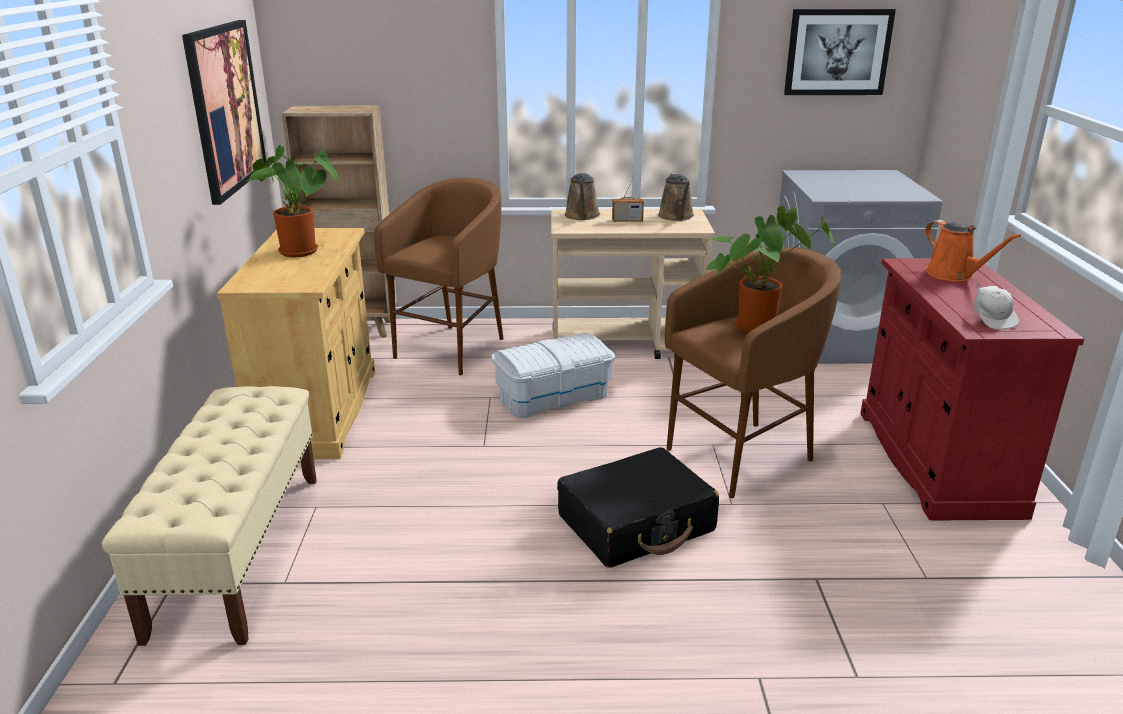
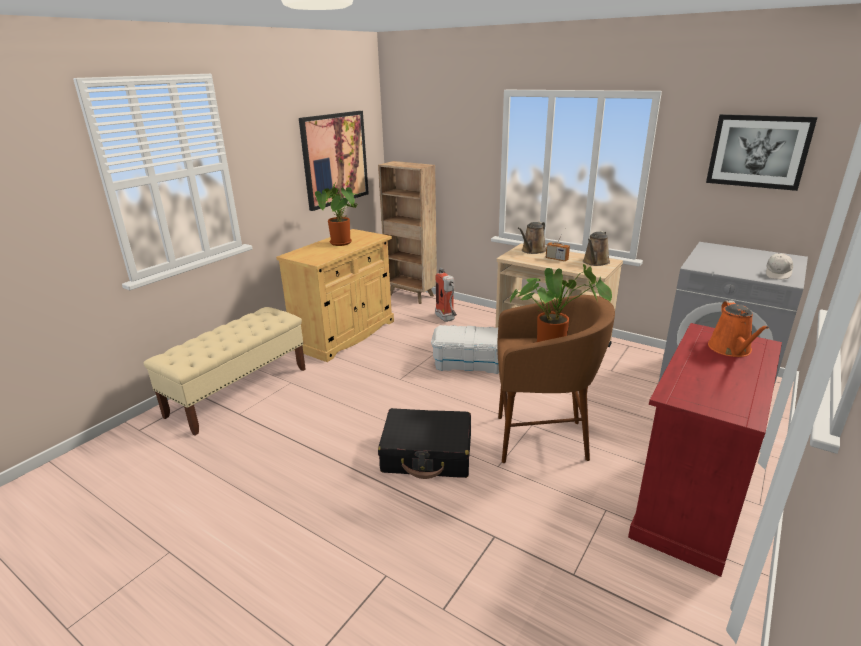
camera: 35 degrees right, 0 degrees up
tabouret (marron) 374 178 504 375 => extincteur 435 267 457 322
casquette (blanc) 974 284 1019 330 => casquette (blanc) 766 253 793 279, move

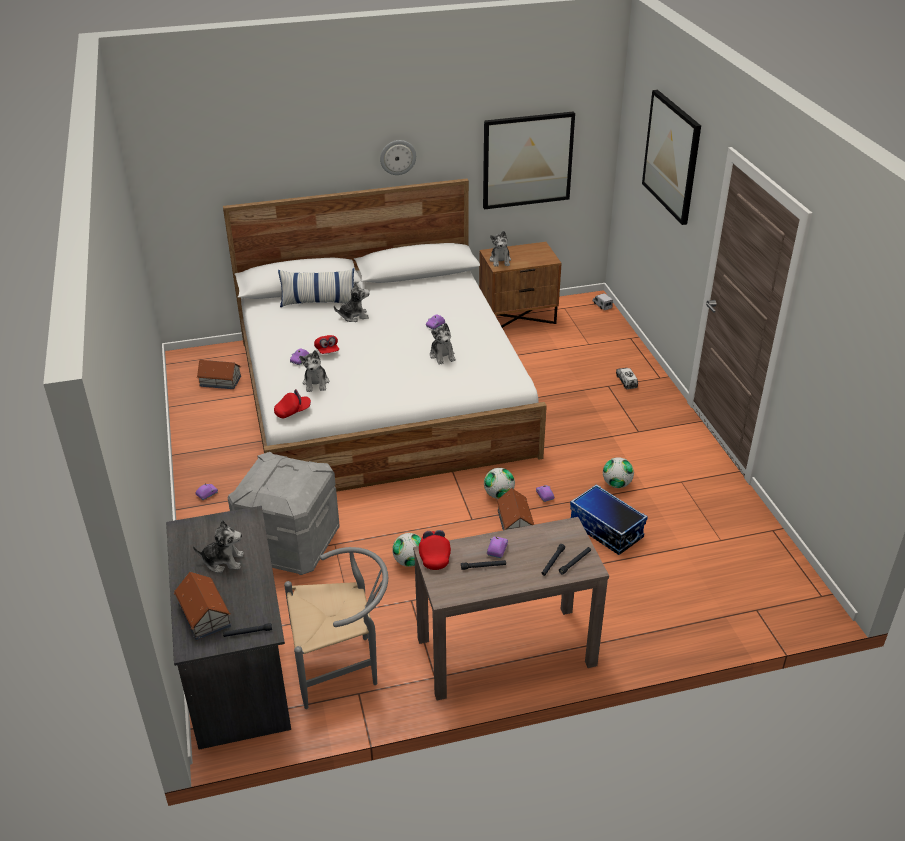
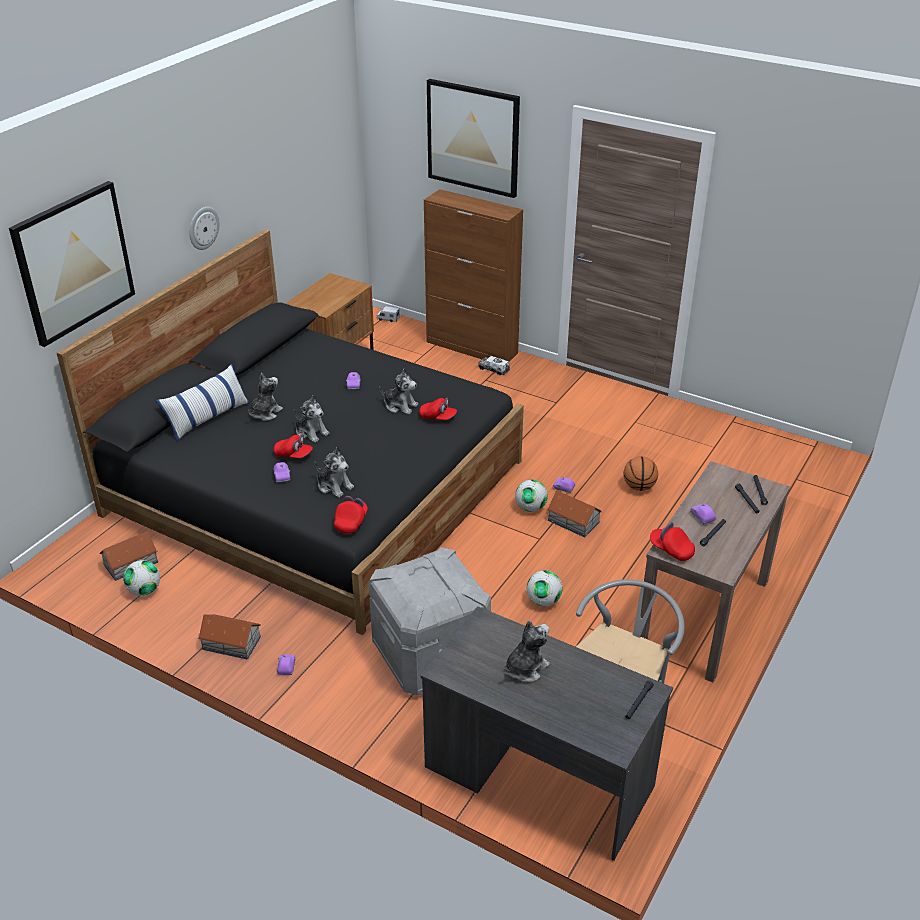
camera: 45 degrees left, 0 degrees up
tableau 483 111 575 210 => tableau 9 181 135 347, move
lit (blanc) 223 178 547 492 => lit (noir) 57 229 524 635
ballon de foot 603 457 634 488 => ballon de foot 123 560 160 596, move
maison miniature 174 572 231 641 => maison miniature 198 614 261 659, move
peluche 490 231 511 267 => peluche 294 395 330 443, move
nothing => casquette (rouge) 419 398 457 420
nothing => meuble de rangement (marron) 424 189 523 362
boîte de rangement 570 484 648 555 => ballon de basket 624 456 658 491

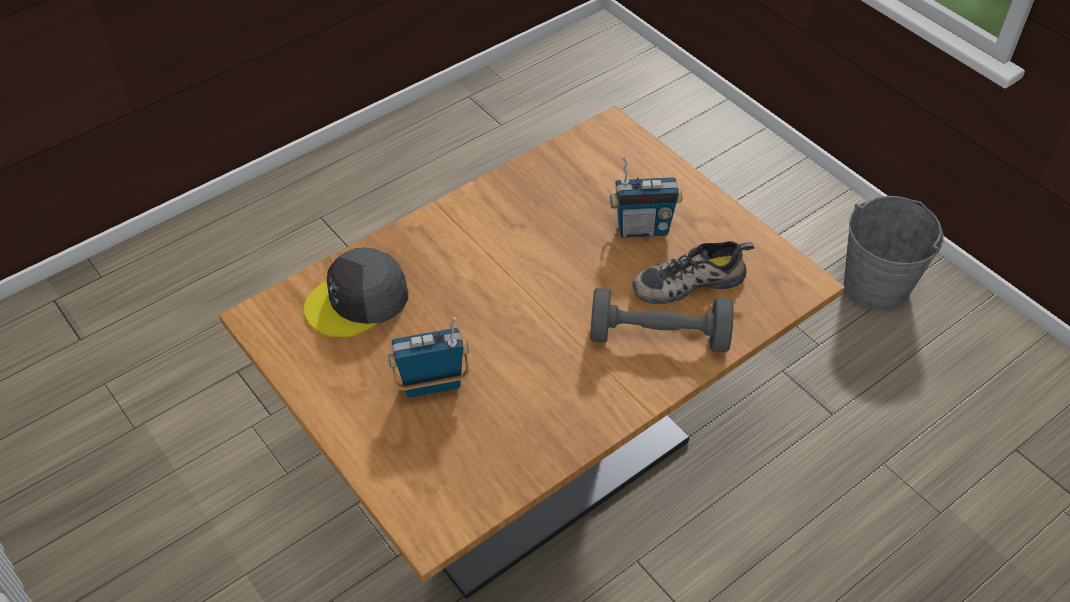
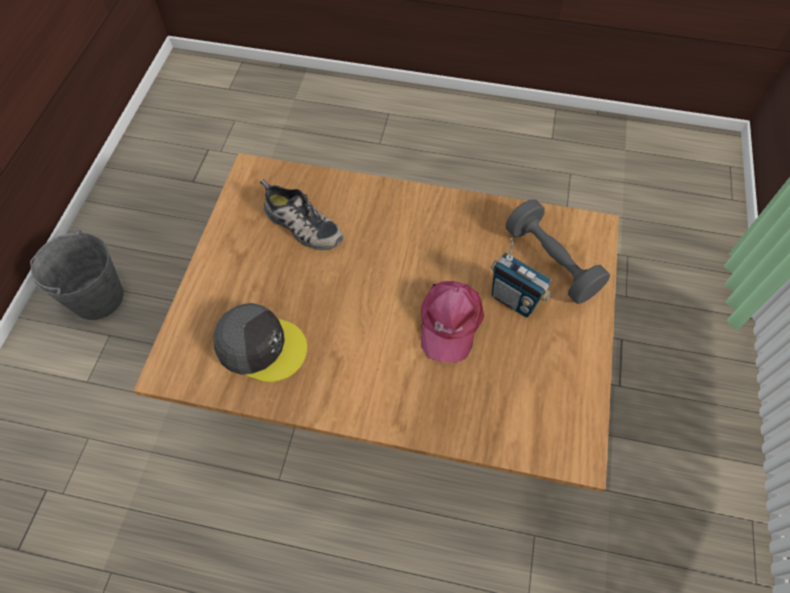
camera: 130 degrees left, 10 degrees up
casquette (gris) 304 247 408 337 => casquette (gris) 213 303 307 382, move
nothing => casquette (rose) 421 281 484 363
haltère (gris) 590 288 734 353 => haltère (gris) 506 199 610 304, move
radio 610 156 682 238 => nothing

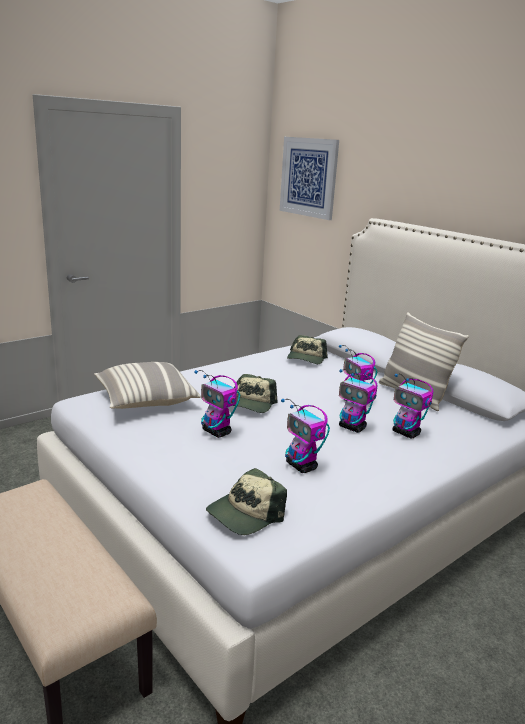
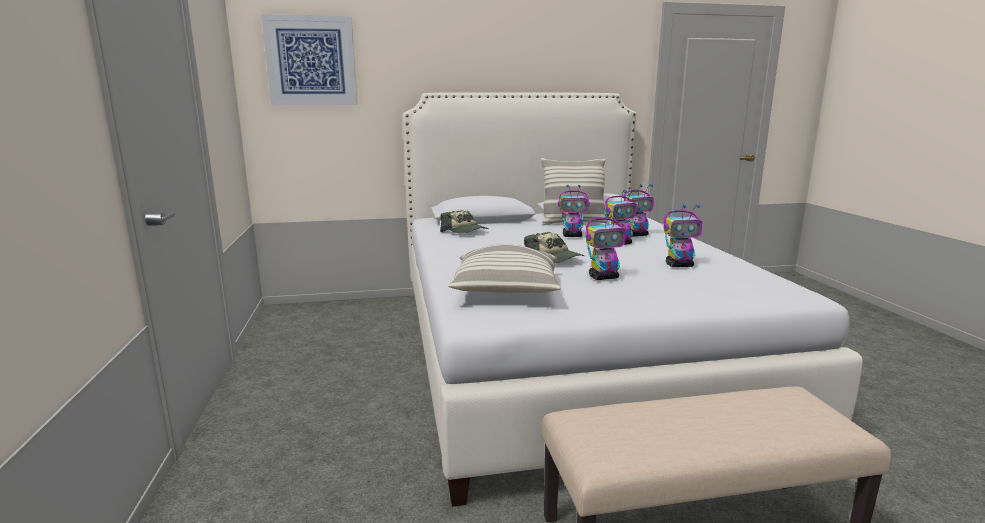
camera: 60 degrees left, 5 degrees down
casquette 206 468 287 535 => nothing

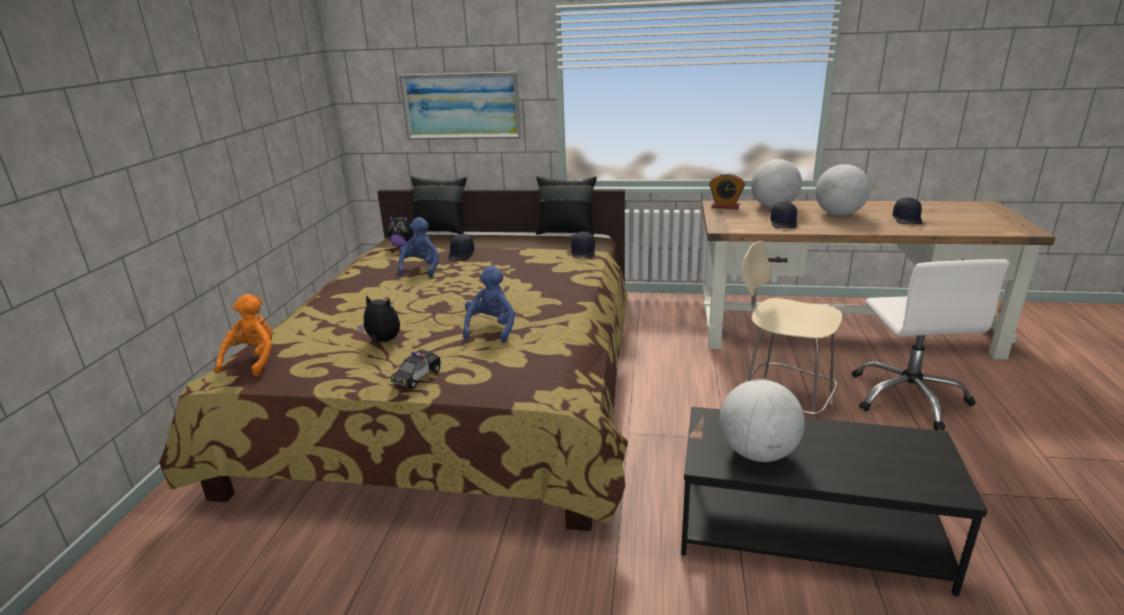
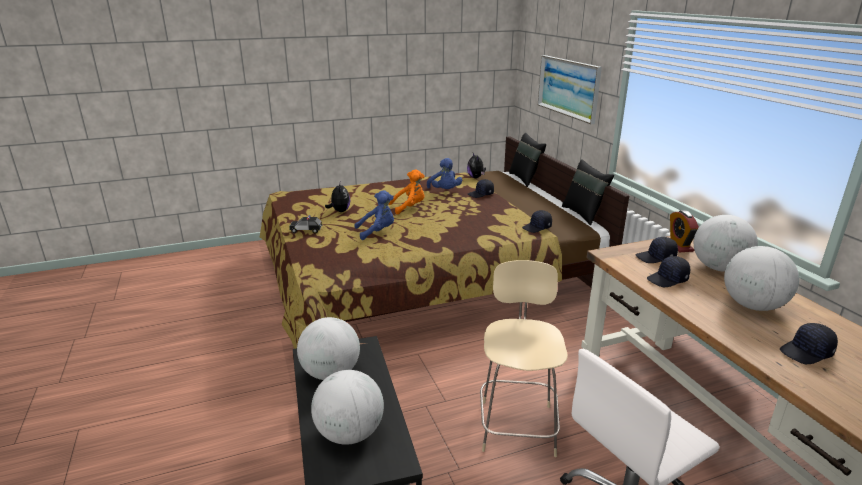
camera: 60 degrees right, 0 degrees up
nothing => globe 311 370 384 445
peluche (orange) 215 294 273 377 => peluche (orange) 389 169 425 214, move
peluche (bleu) 398 217 439 277 => peluche (bleu) 427 158 462 189, 90 degrees clockwise
nothing => casquette (noir) 636 237 678 263

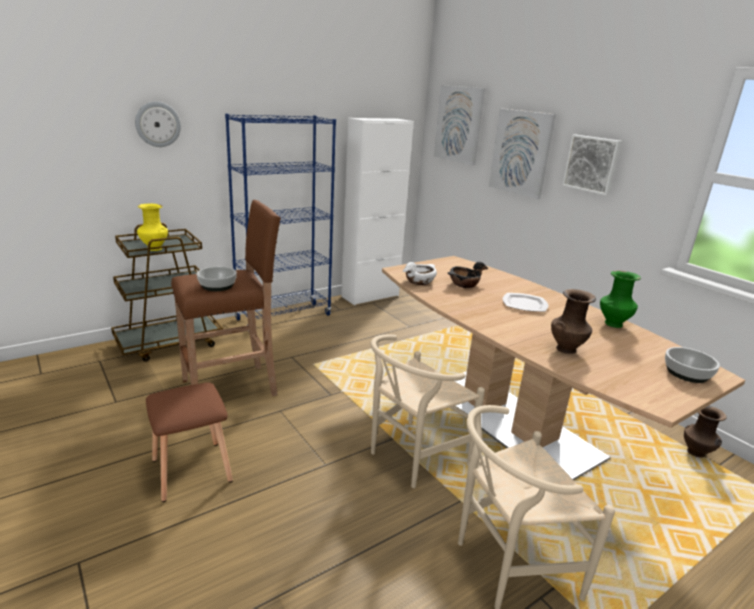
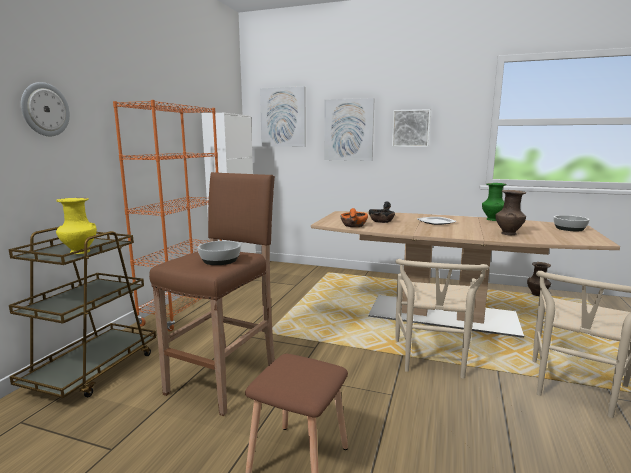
camera: 35 degrees left, 10 degrees down
bibliothèque (bleu) 225 114 336 326 => bibliothèque (orange) 113 100 222 331
bol (blanc) 403 262 437 285 => bol (orange) 340 208 368 227

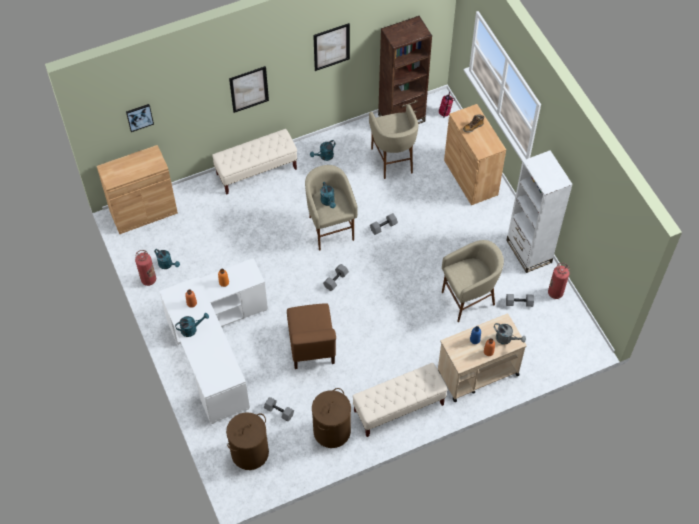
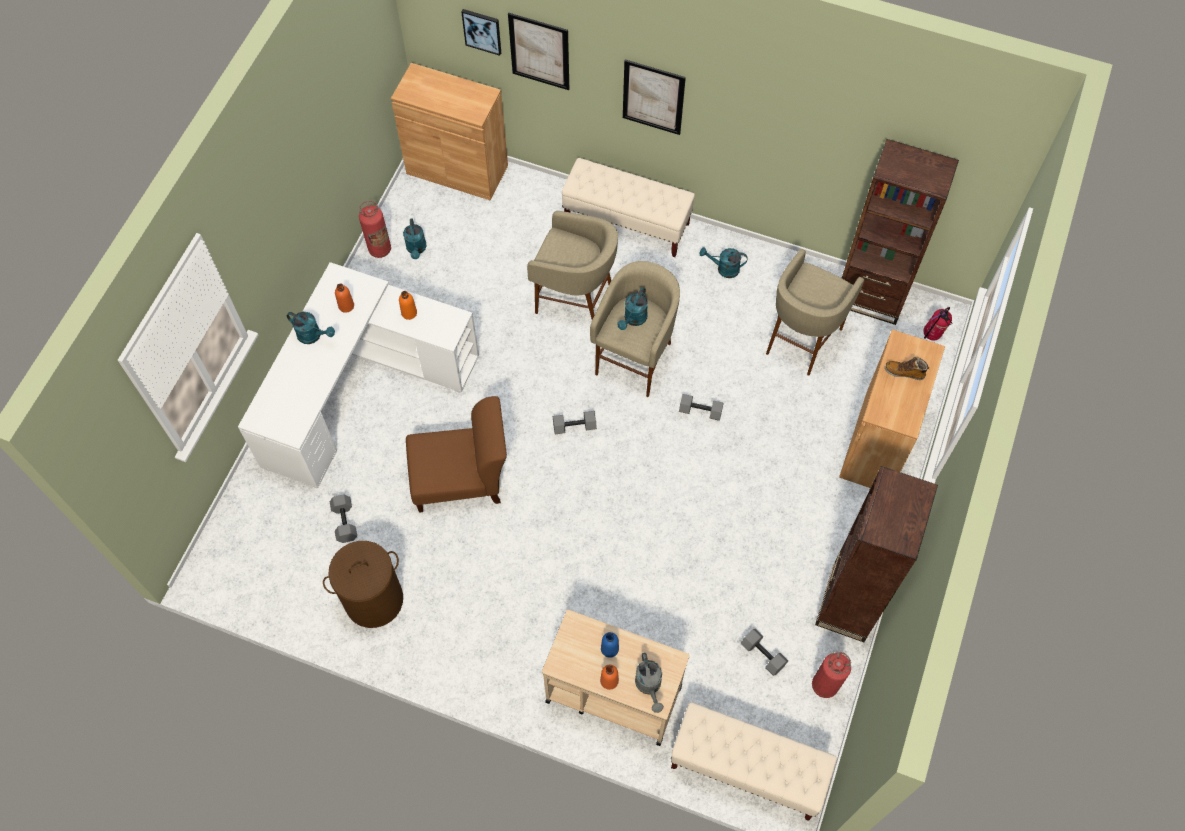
camera: 45 degrees right, 5 degrees up
chaise (marron) 287 303 336 369 => chaise (marron) 406 396 507 513, 135 degrees counterclockwise
tableau 313 23 350 71 => tableau 508 13 569 90, move
tabouret (beige) 442 240 504 322 => tabouret (beige) 527 211 618 320, move
banc (beige) 353 363 447 437 => banc (beige) 671 702 837 821, move
bibliothèque (blanc) 506 150 573 273 => bibliothèque (marron) 815 466 938 642
panier à linge (marron) 226 412 269 470 => nothing

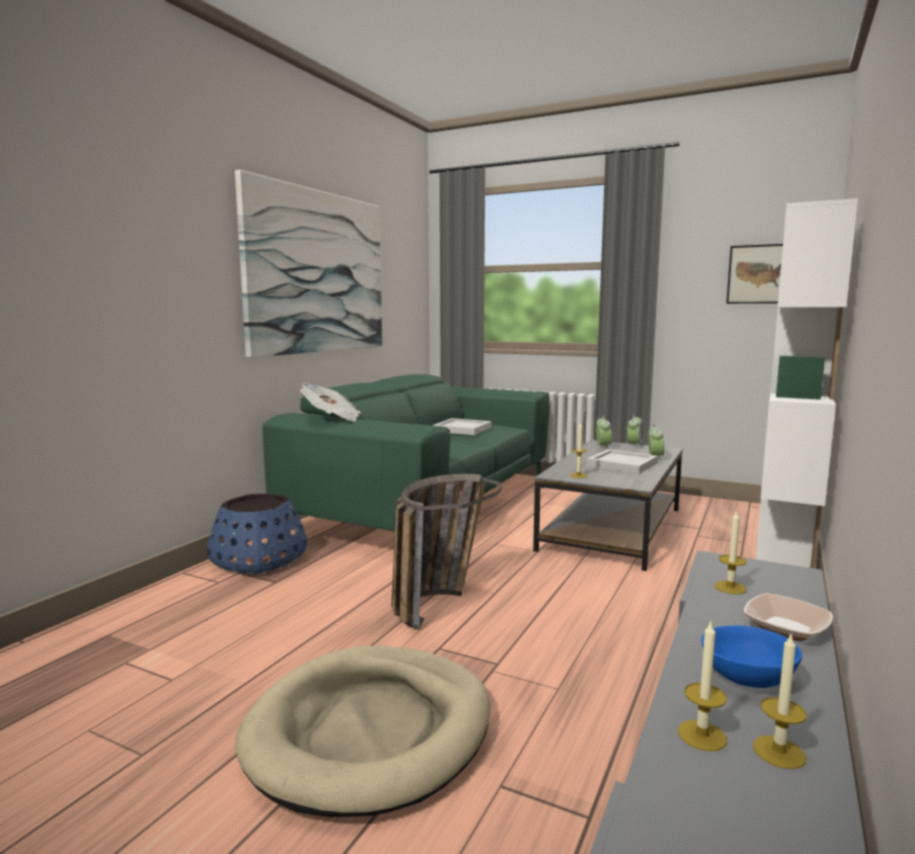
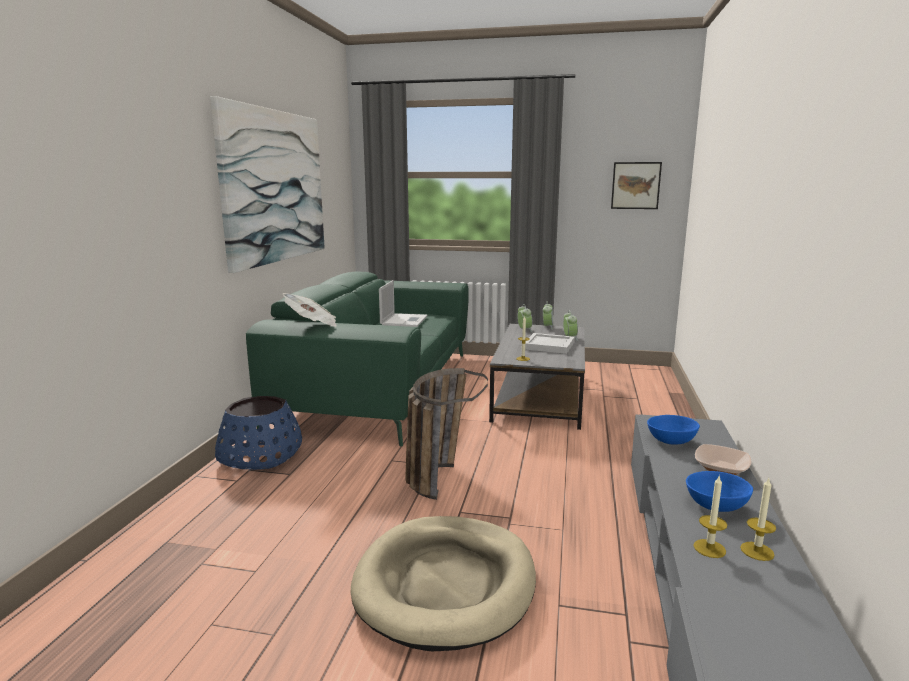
camera: 15 degrees left, 5 degrees up
plateau (blanc) 433 418 492 435 => ordinateur portable 379 280 427 327
bougie 714 510 747 594 => bol (bleu) 647 415 700 444
bibliothèque (blanc) 756 198 858 569 => nothing

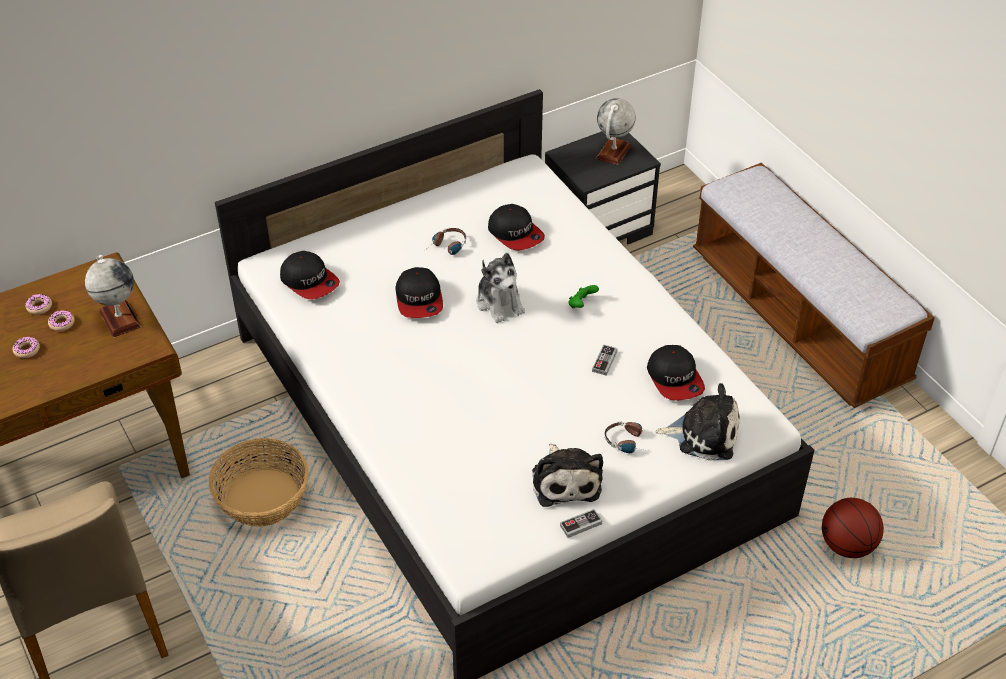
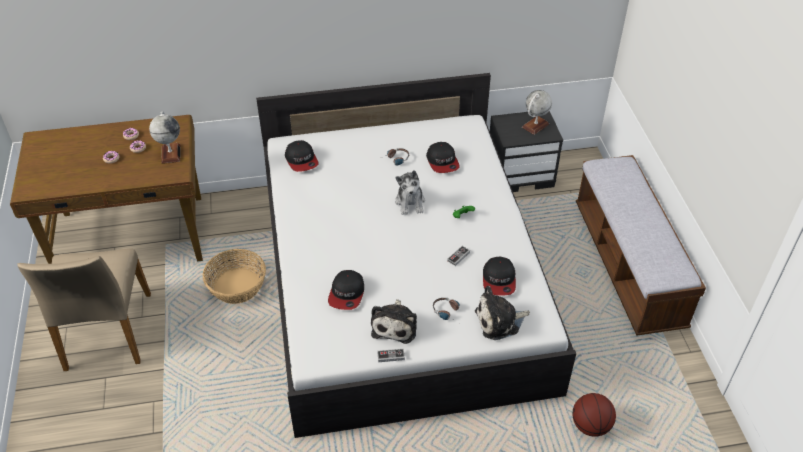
camera: 20 degrees right, 0 degrees up
casquette 395 267 443 318 => casquette 328 270 364 310, move
peluche 655 383 739 461 => peluche 475 286 530 340, 135 degrees clockwise

